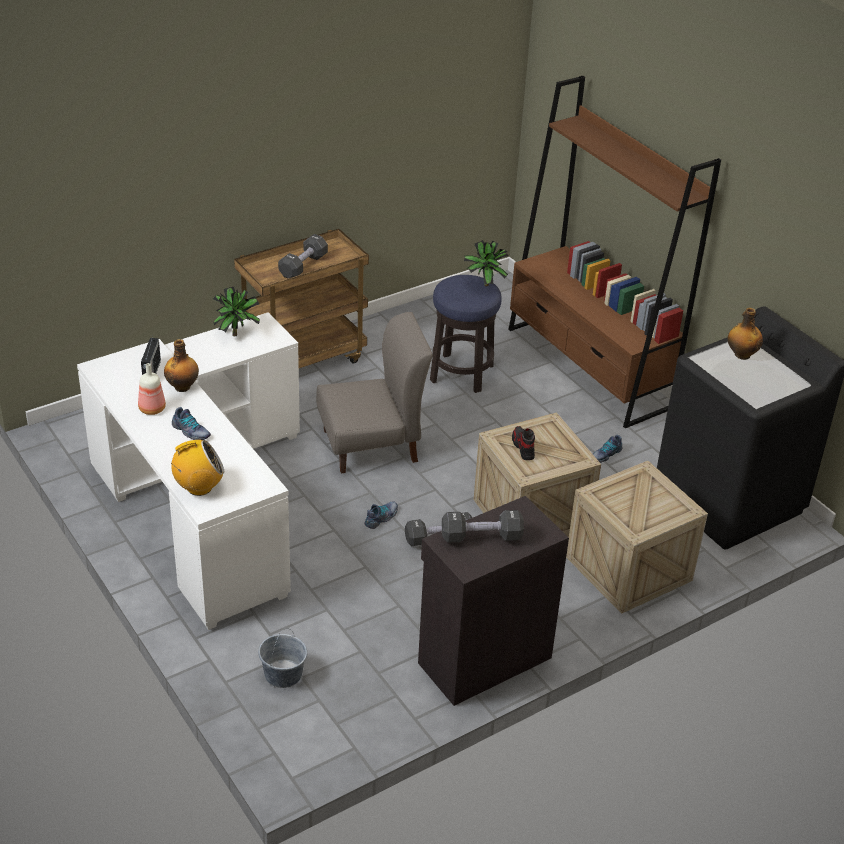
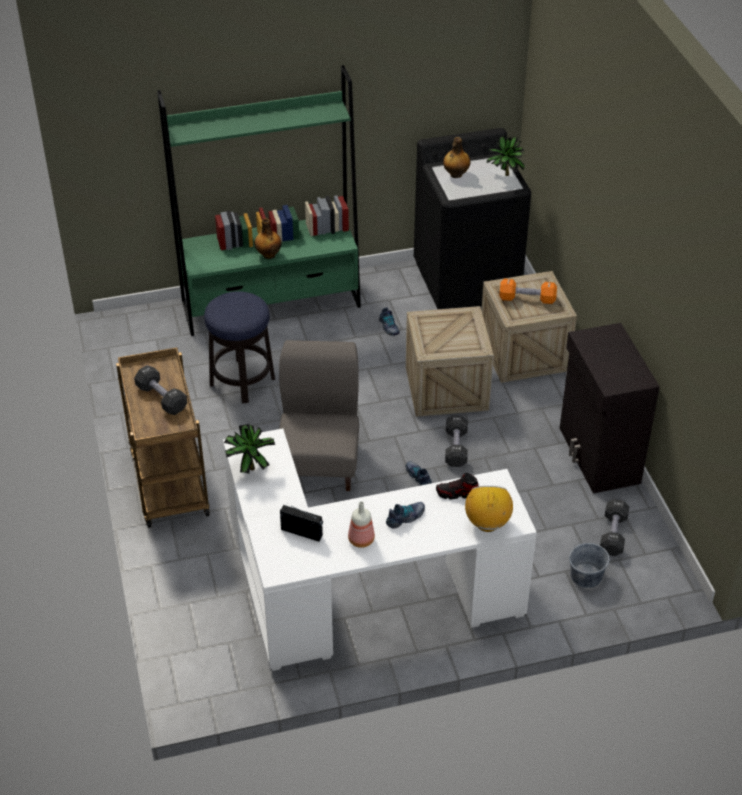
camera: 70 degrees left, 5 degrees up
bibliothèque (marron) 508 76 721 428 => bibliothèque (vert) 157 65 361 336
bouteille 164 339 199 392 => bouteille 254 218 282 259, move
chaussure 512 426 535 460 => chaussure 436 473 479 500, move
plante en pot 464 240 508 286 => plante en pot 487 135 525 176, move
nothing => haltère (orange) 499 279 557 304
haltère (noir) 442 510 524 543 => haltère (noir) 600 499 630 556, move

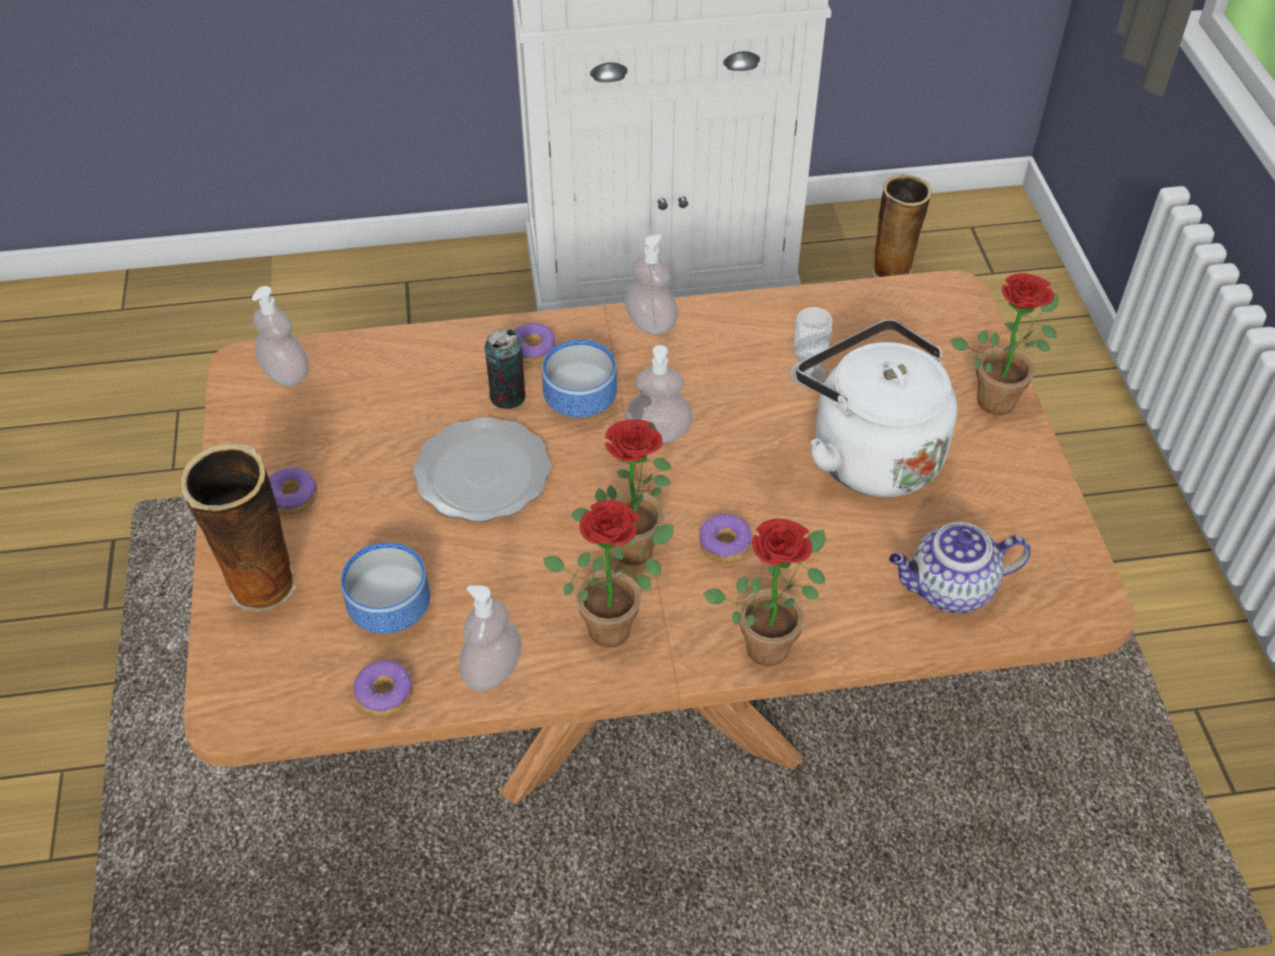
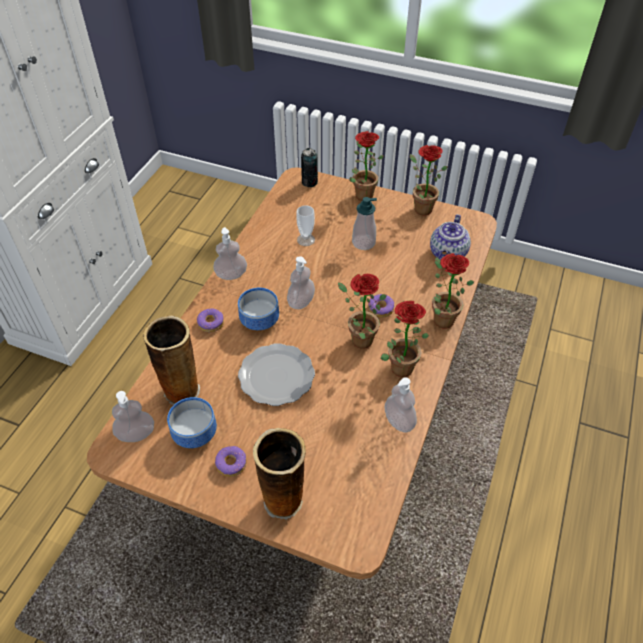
camera: 60 degrees left, 0 degrees up
vase 872 175 932 277 => vase 143 315 200 405, move
bol 341 543 430 634 => bol 167 397 217 448, move
boîte métallique 485 328 525 409 => boîte métallique 301 148 318 187, move
bouilloire (blanc) 796 320 957 497 => distributeur de savon 352 197 377 250
nothing => plante en pot 410 145 448 216
beignet 354 660 414 716 => nothing

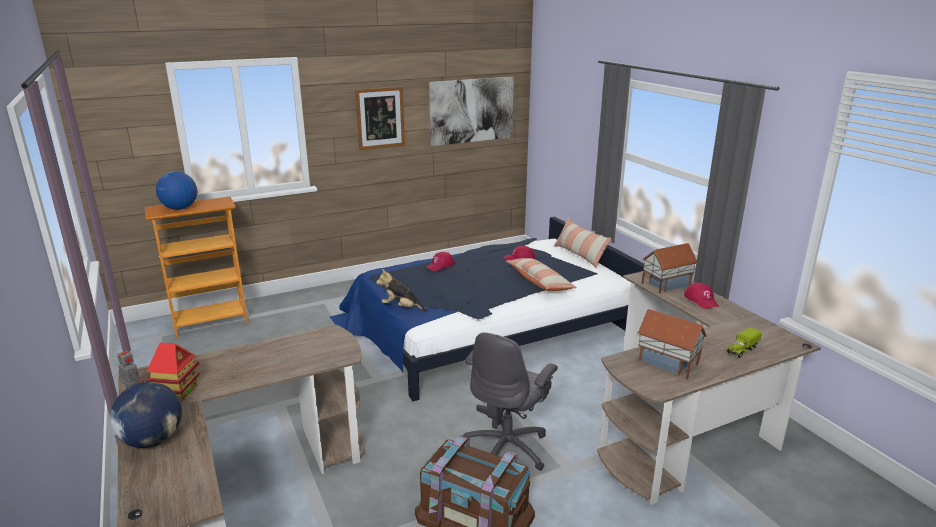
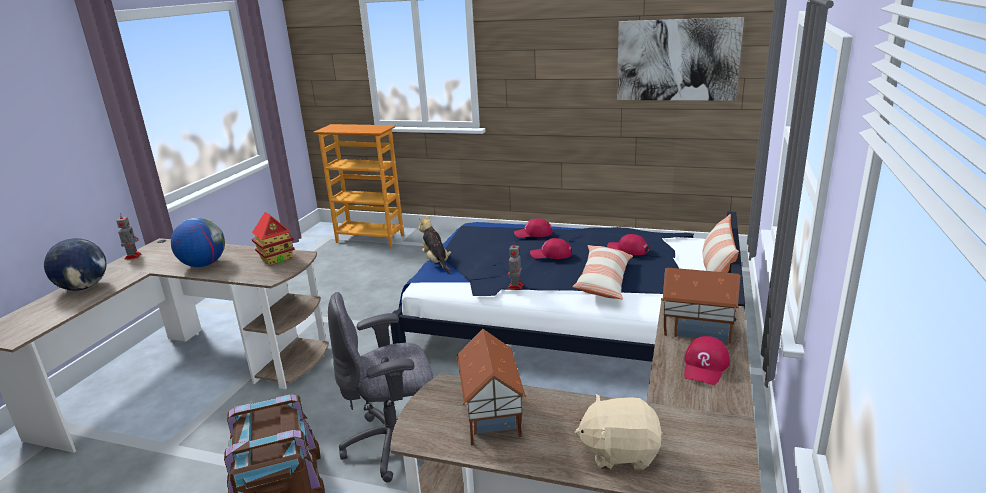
camera: 45 degrees right, 0 degrees up
globe 156 171 197 210 => globe 171 218 225 267, move
maison miniature 146 342 200 401 => maison miniature 252 212 295 265, move
nothing => robot jouet 507 245 523 290
nothing => casquette (rouge) 530 238 572 259
camion jouet 726 327 762 358 => peluche (beige) 575 394 662 470
tableau 355 86 405 150 => nothing

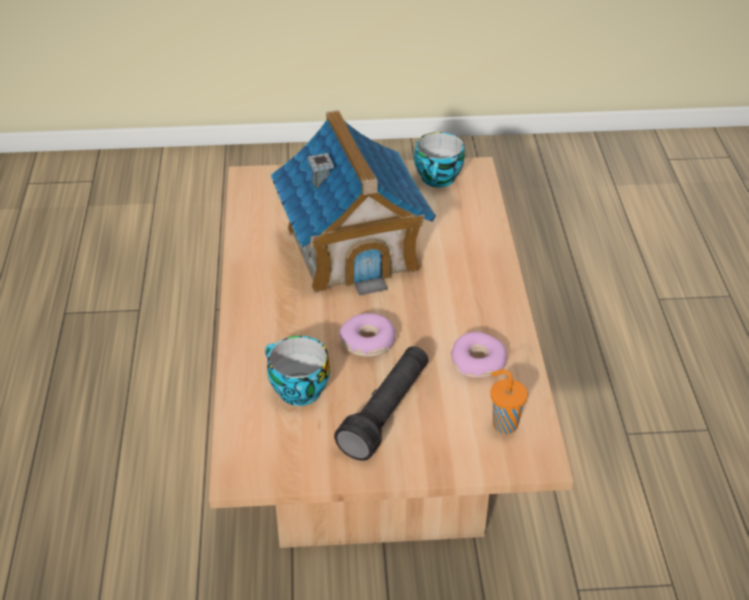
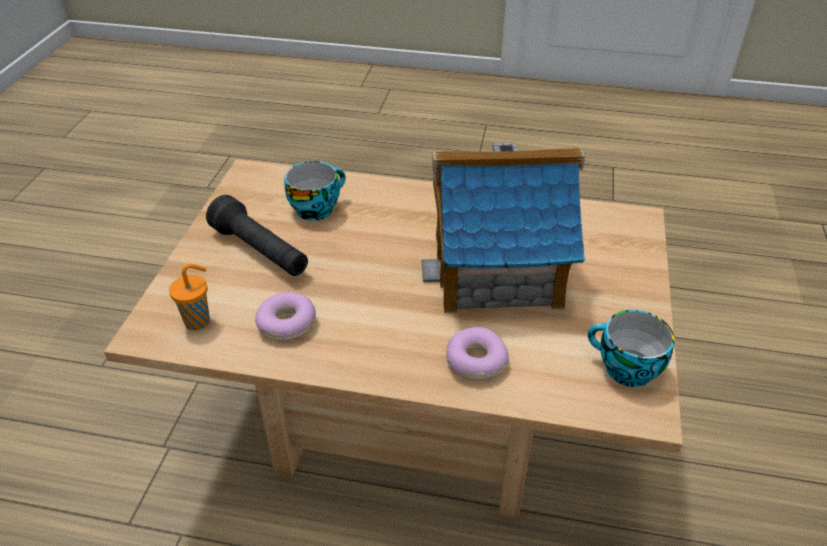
camera: 105 degrees right, 0 degrees up
beignet 339 313 396 357 => beignet 446 327 509 380, move

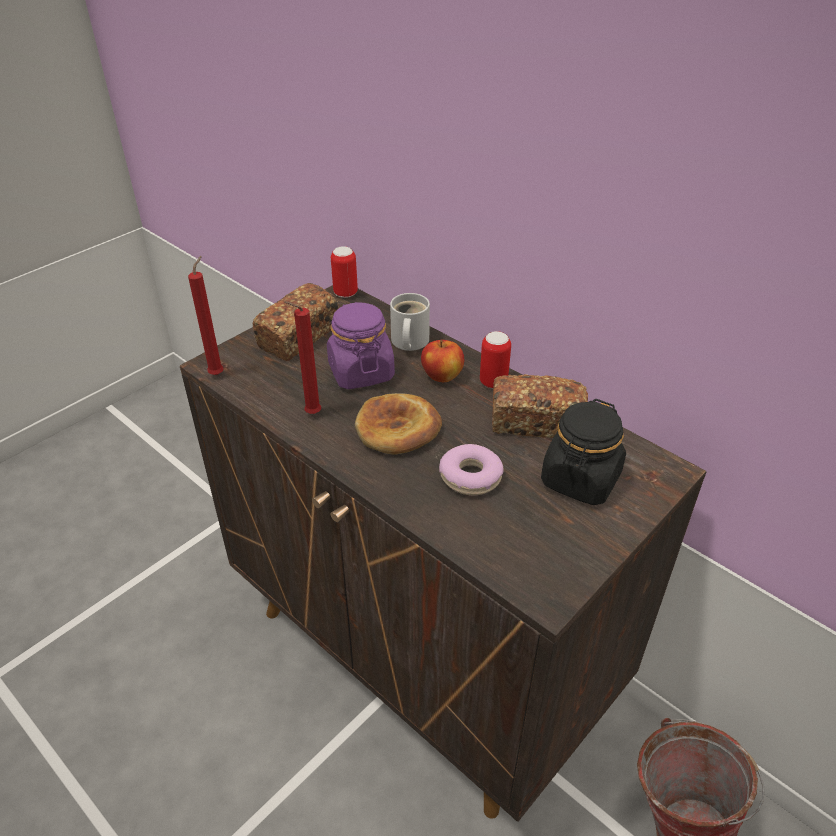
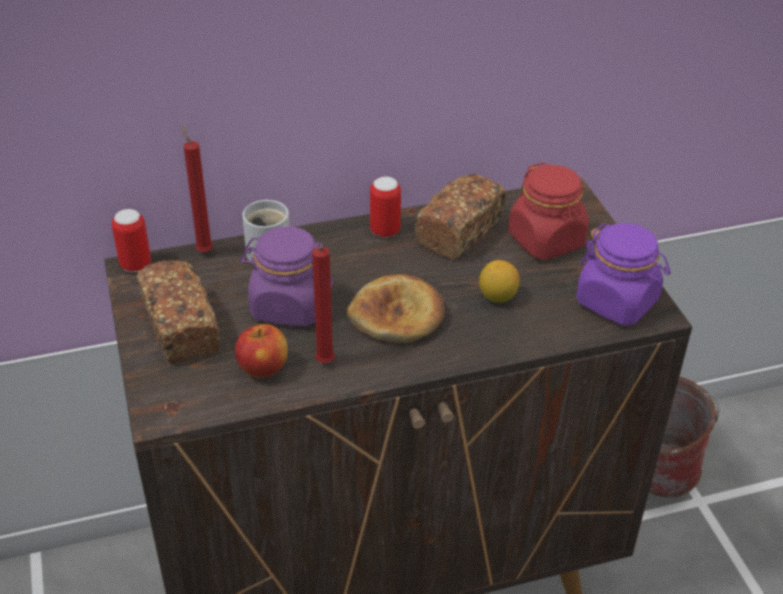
camera: 60 degrees left, 0 degrees up
bougie (rouge) 188 256 224 375 => bougie (rouge) 181 125 213 252, move
pomme 421 340 464 382 => pomme 235 324 288 378, move
beignet 439 444 504 496 => citron 479 260 520 303
bocal (noir) 541 399 626 505 => bocal (rouge) 508 162 589 260
nothing => bocal (violet) 576 223 670 325

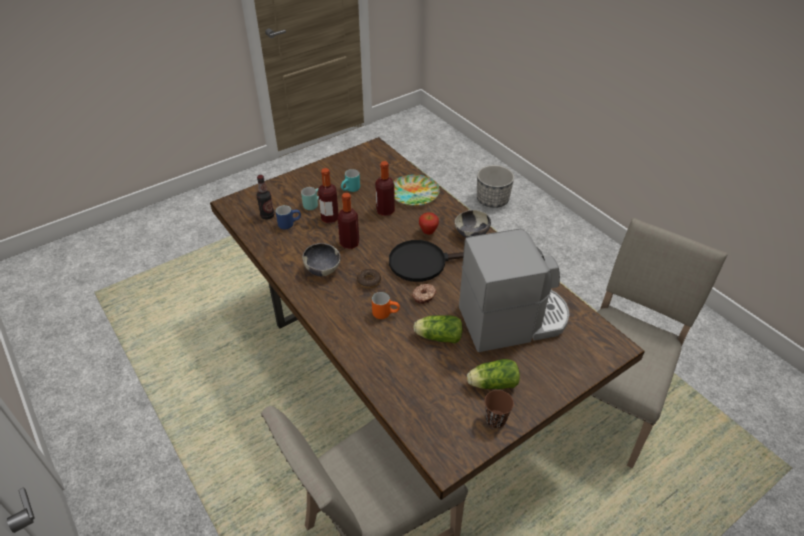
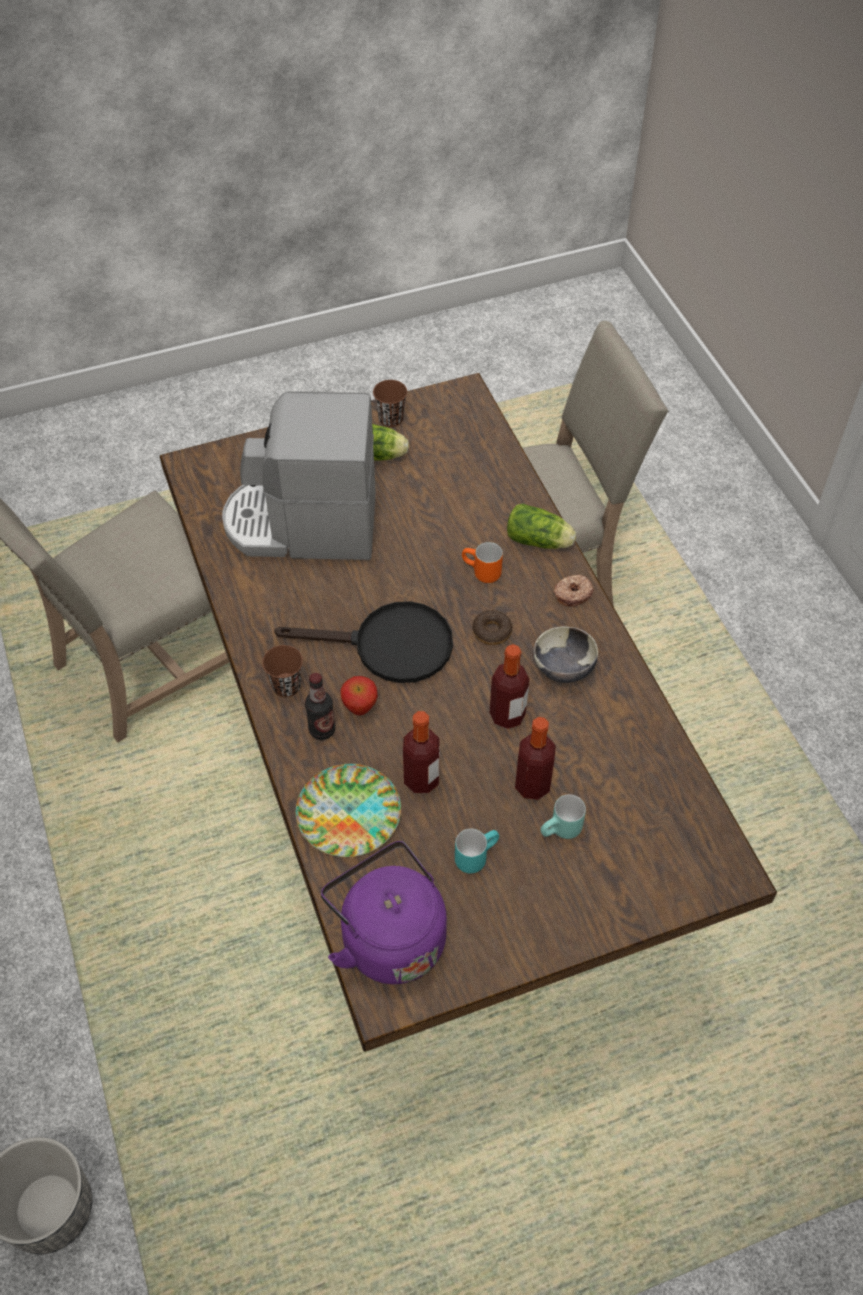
camera: 165 degrees left, 10 degrees up
bol 455 210 491 238 => tasse (marron) 262 645 303 697
bouteille 257 175 274 219 => bouteille 305 673 335 740, move
nothing => bouilloire (violet) 321 841 447 984
laitue 413 315 463 343 => laitue 507 504 576 549, move
beignet 412 284 436 304 => beignet 554 575 593 607, move
mug (bleu) 276 205 301 229 => nothing

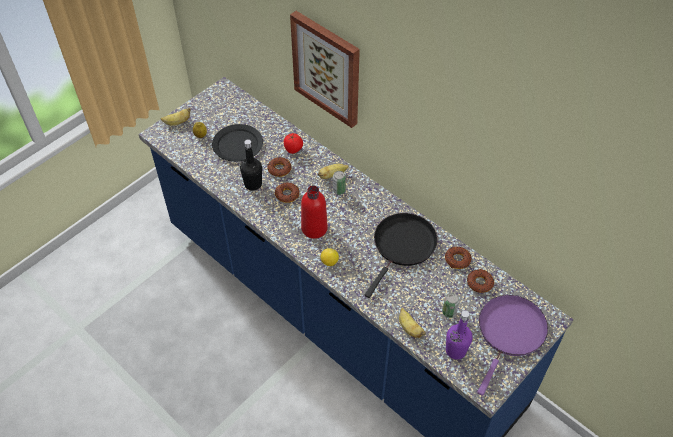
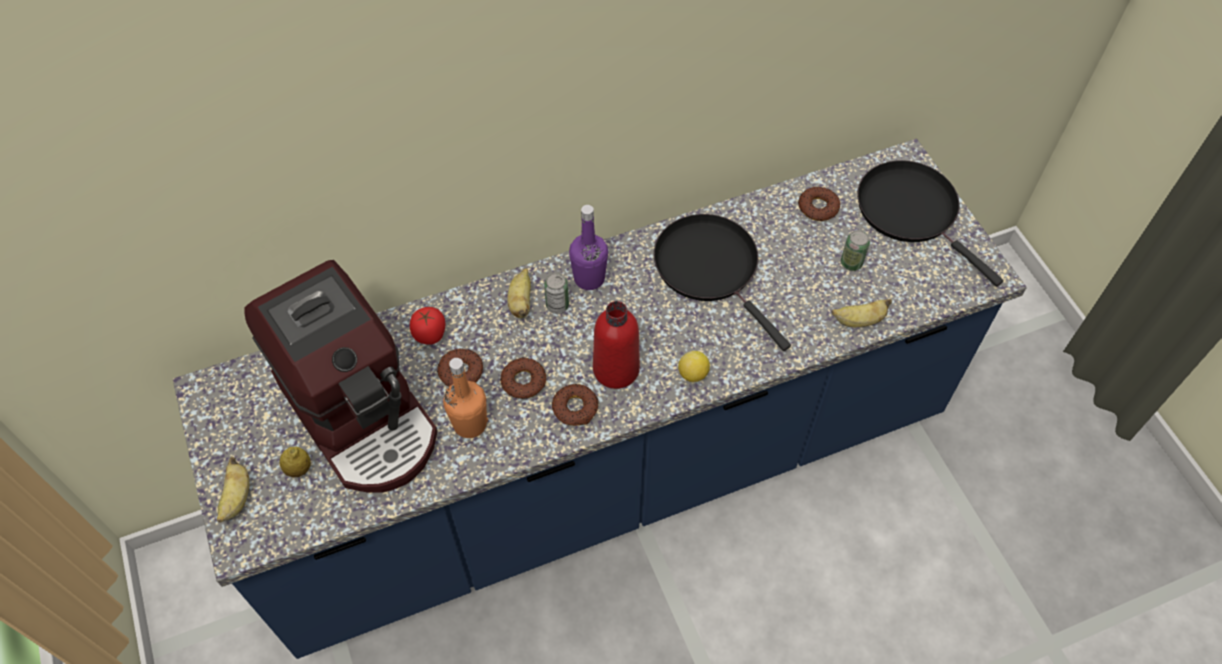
camera: 65 degrees left, 5 degrees up
assiette (noir) 212 124 263 162 => machine à café 244 260 437 493
bouteille (noir) 240 139 262 191 => bouteille (orange) 443 358 488 438
beignet 445 247 471 269 => beignet 552 384 599 426, move
bouteille (violet) 446 310 472 360 => bouteille (violet) 569 205 608 290, move
poêle (violet) 477 295 548 396 => poêle (noir) 857 160 1003 286
tableau 290 11 360 128 => nothing

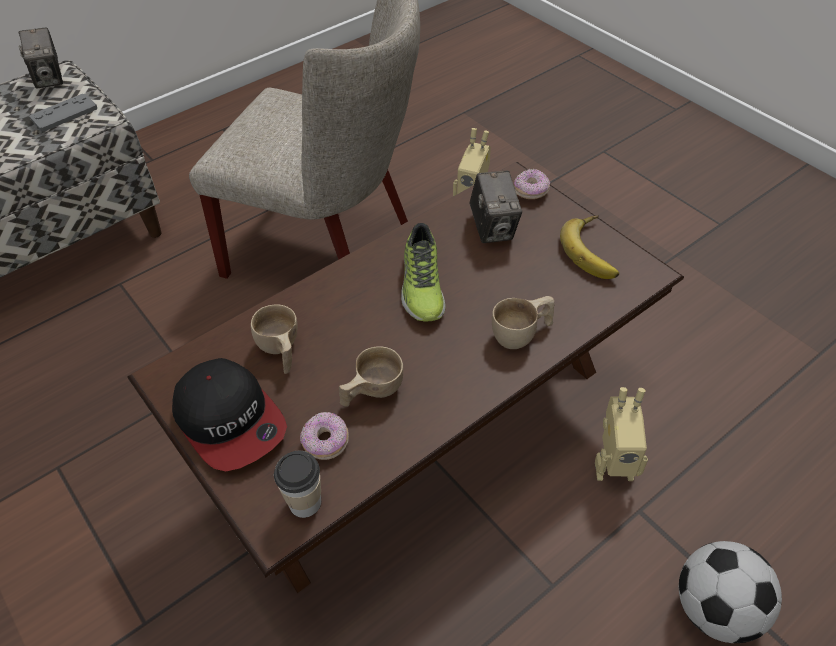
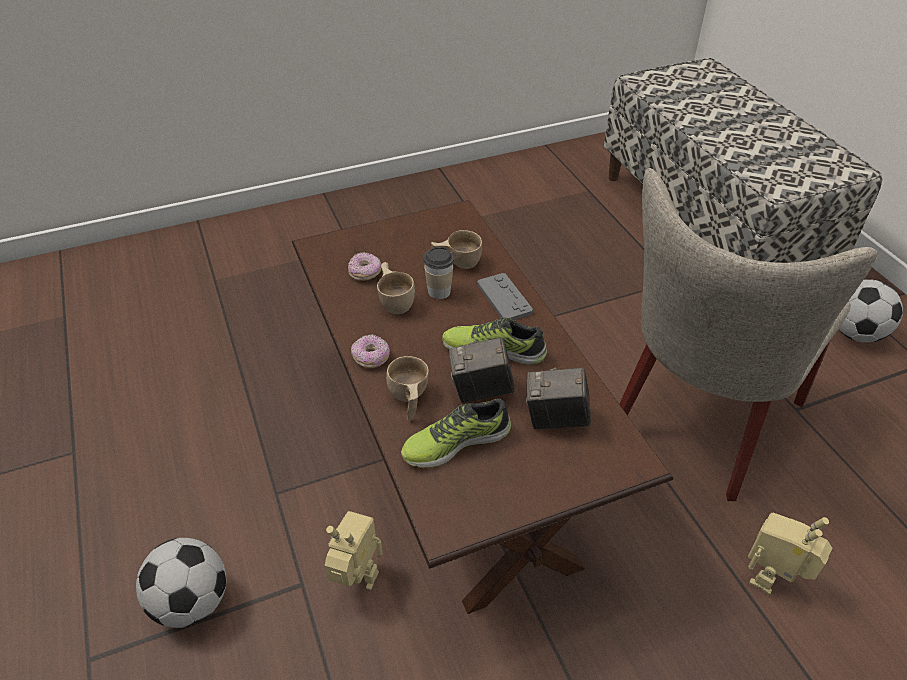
camera: 105 degrees right, 5 degrees down
robot jouet 595 387 648 481 => robot jouet 325 511 382 590, 90 degrees clockwise
beignet 514 168 550 199 => beignet 351 334 390 368, move
nothing => chaussure 401 399 511 468
tasse 274 451 321 518 => tasse 423 247 454 299, move
appareil photo 19 27 63 88 => appareil photo 449 337 515 403, move
manette (gris) 29 94 97 132 => manette (gris) 477 273 533 320, move
nothing => ballon de foot 838 279 903 343
casquette 172 358 287 472 => nothing
banane 560 216 619 279 => nothing

